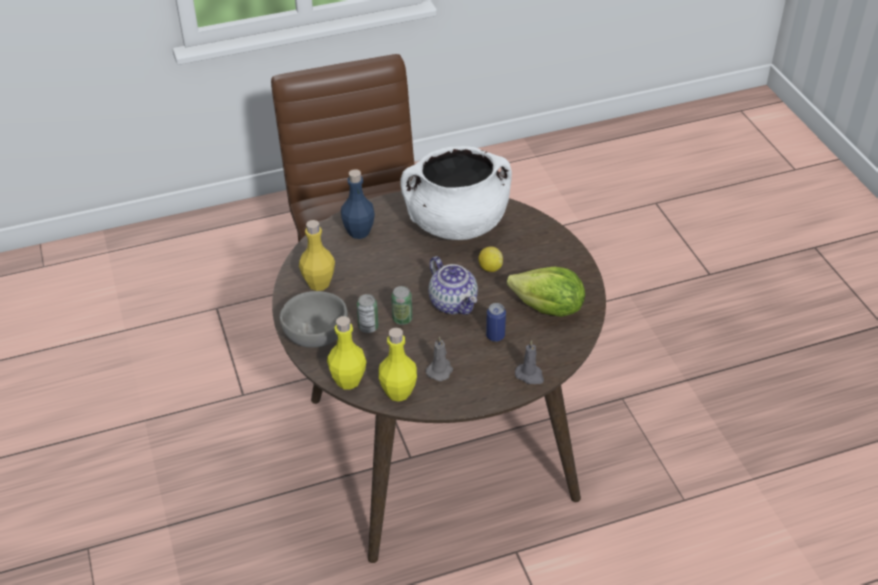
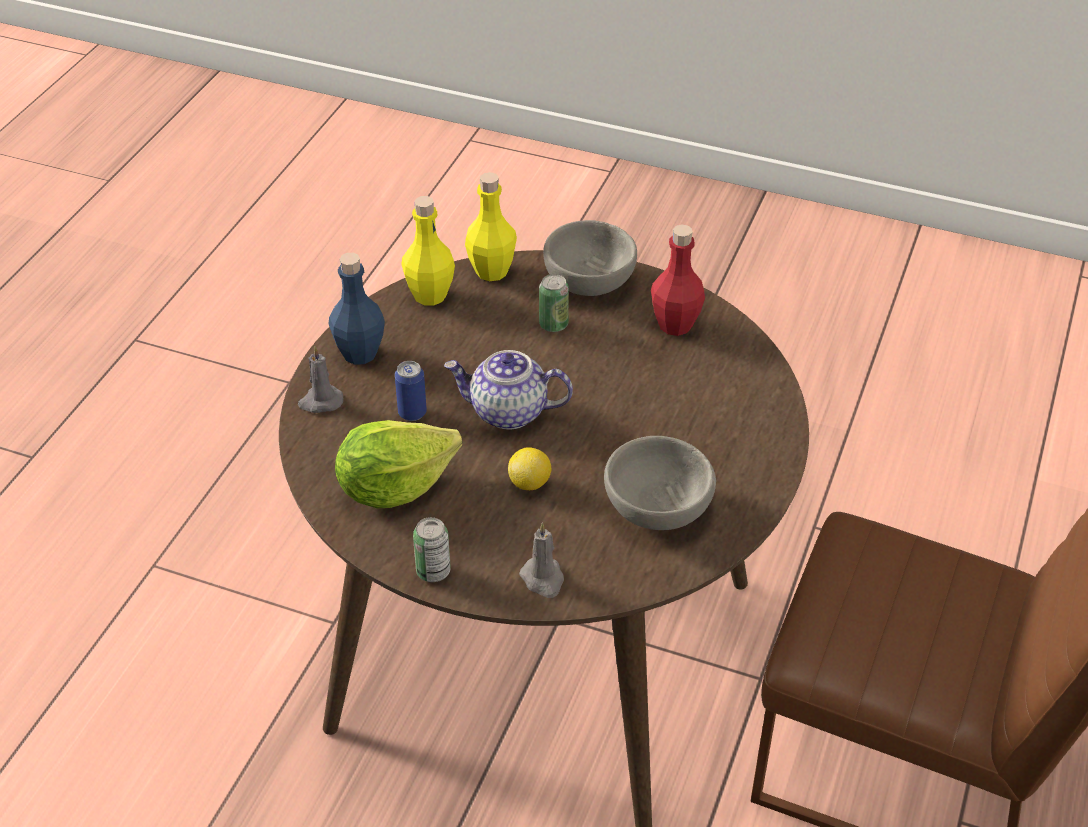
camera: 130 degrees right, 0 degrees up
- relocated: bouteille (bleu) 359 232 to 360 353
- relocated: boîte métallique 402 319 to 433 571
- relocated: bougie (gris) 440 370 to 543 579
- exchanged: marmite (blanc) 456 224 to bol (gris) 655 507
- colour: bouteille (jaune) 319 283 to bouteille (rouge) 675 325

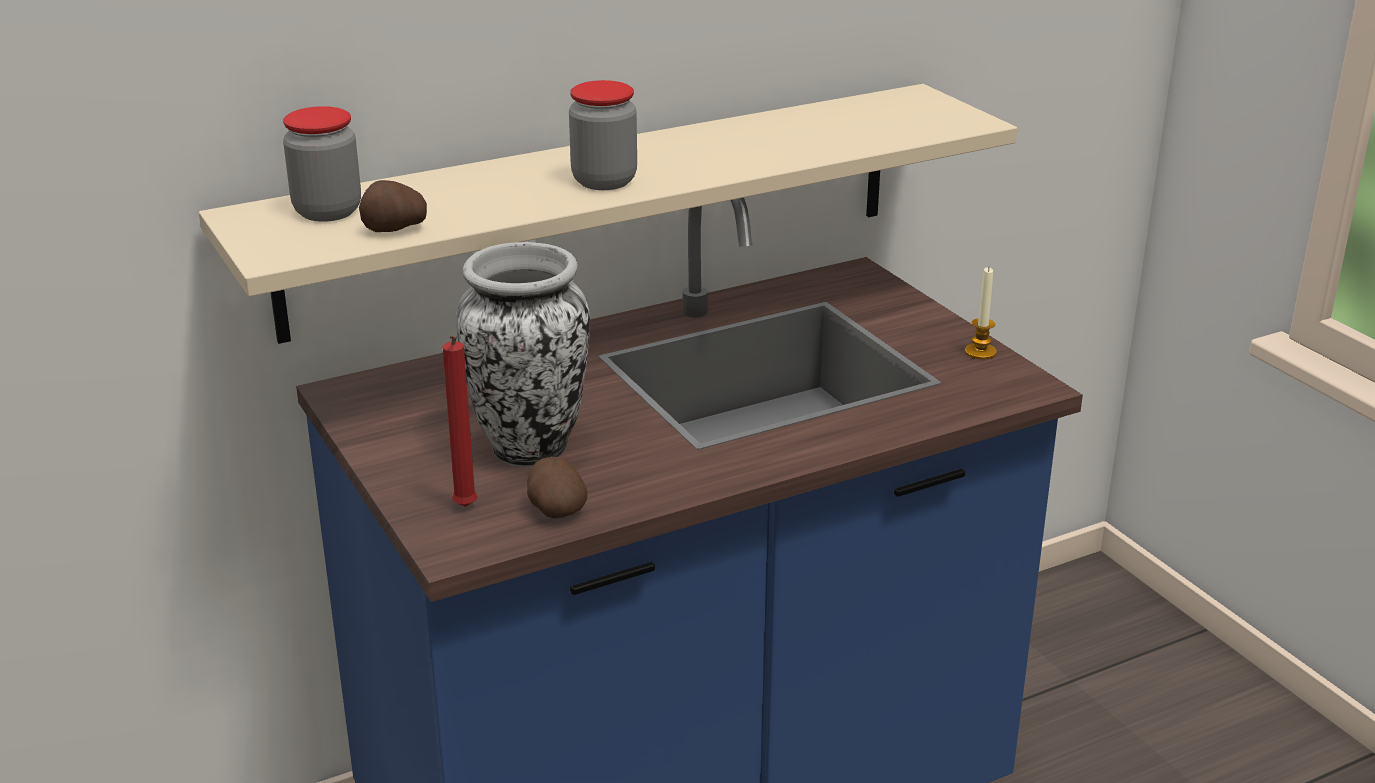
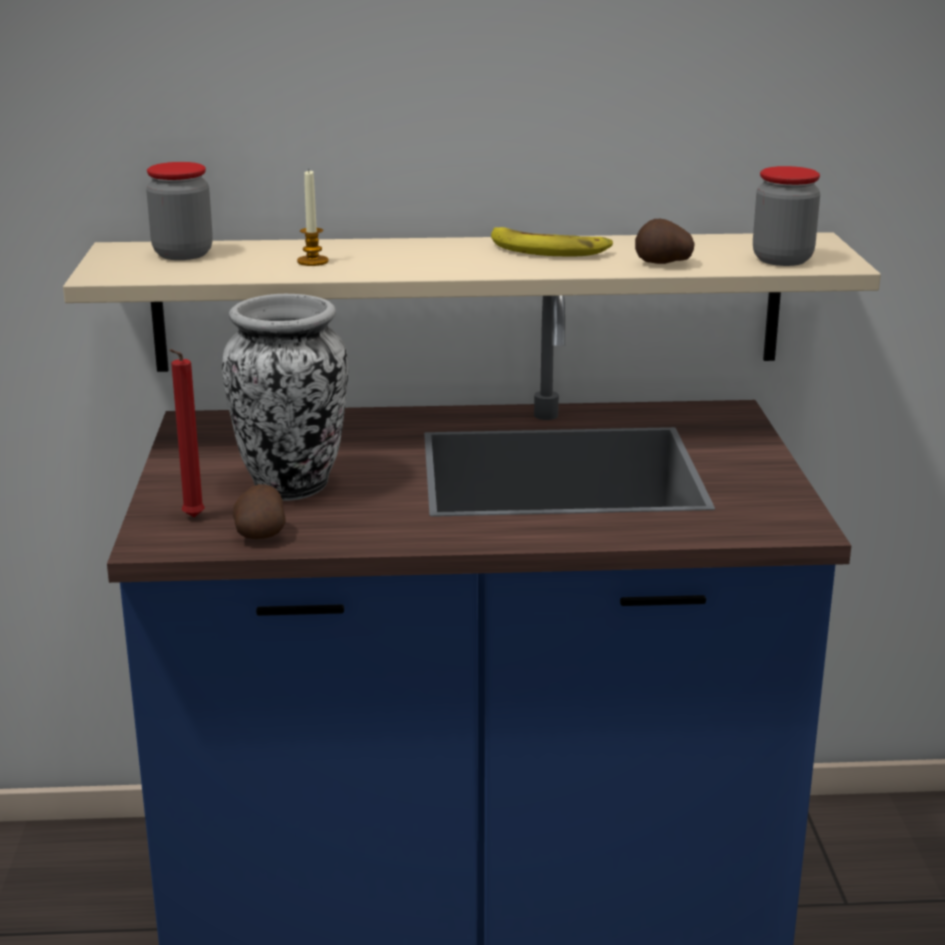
camera: 25 degrees right, 5 degrees down
- relocated: bougie 980 352 to 312 262
- appeared: banane 548 250
- relocated: pomme de terre 394 230 to 663 263
- relocated: bocal 604 181 to 782 260

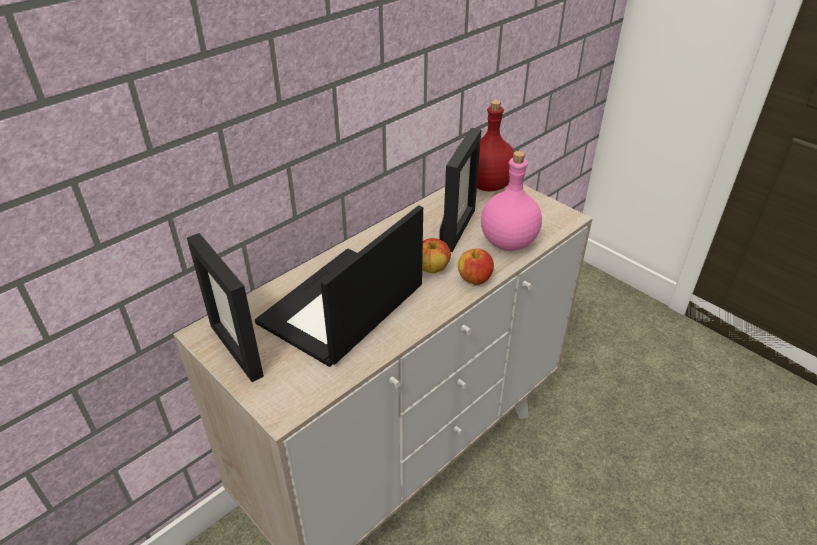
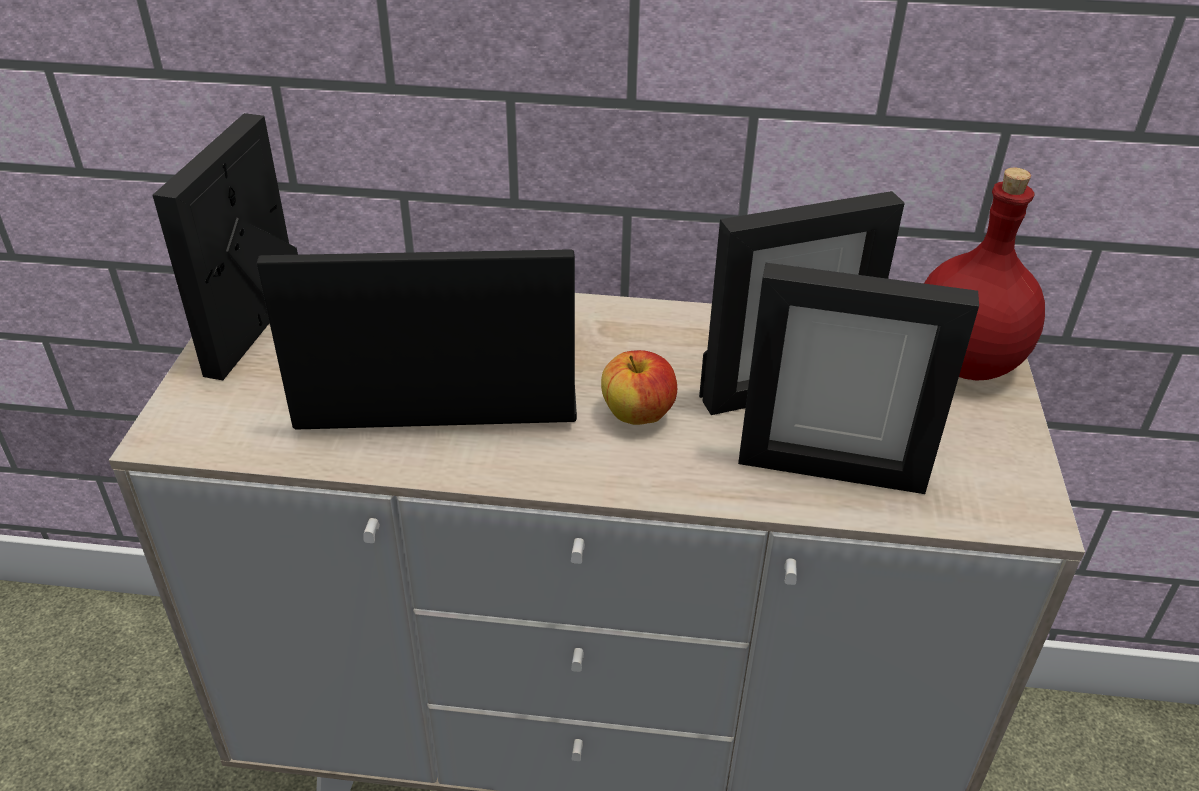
camera: 50 degrees right, 0 degrees up
- exchanged: bouteille (rose) 508 242 to cadre photo 831 468
- missing: pomme 474 279

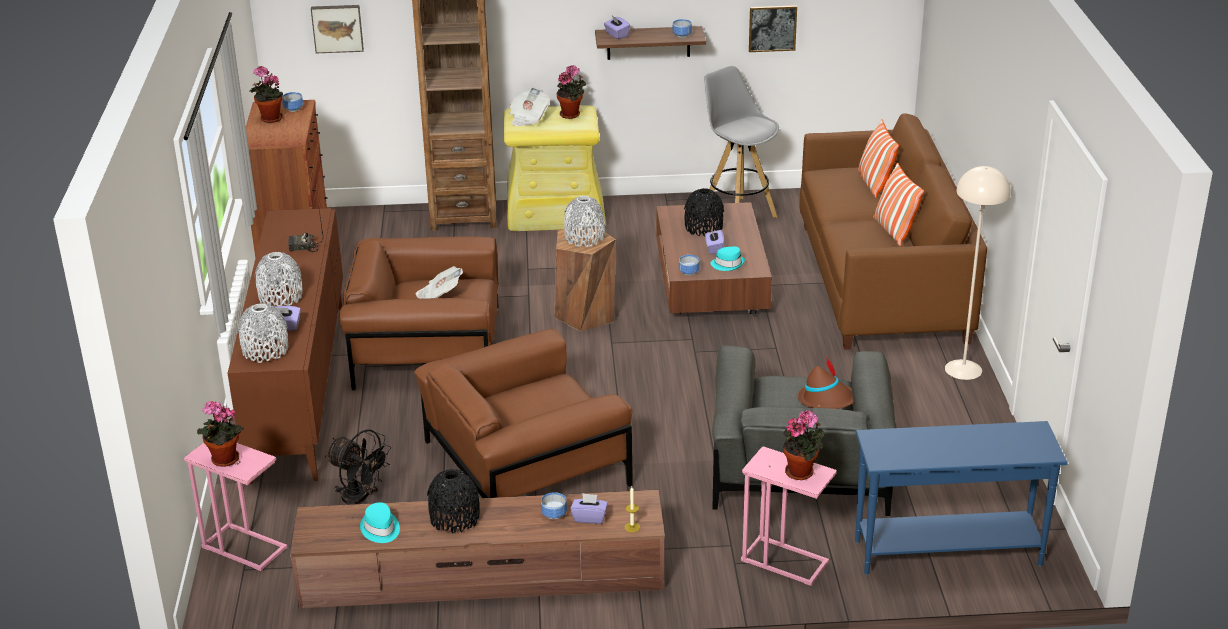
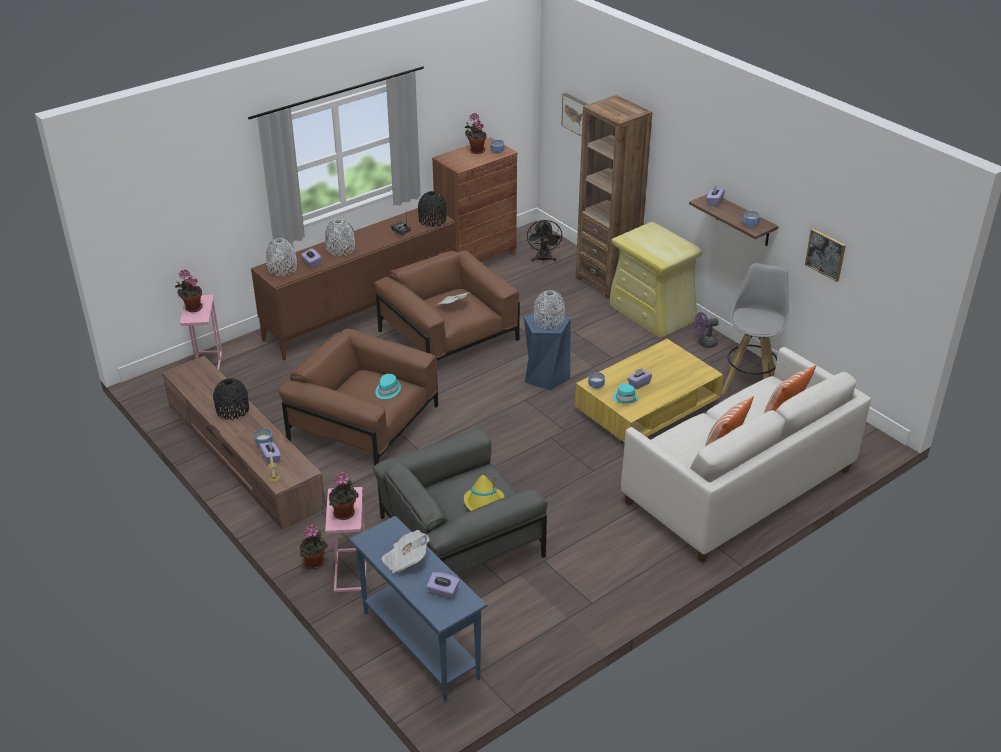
camera: 55 degrees right, 5 degrees up
- relocated: plante en pot 571 114 to 315 563
- relocated: chapeau (turquoise) 380 529 to 387 390
- relocated: journal 528 118 to 405 560
- relocated: vase (noir) 703 228 to 432 220
- appeared: boîte à mouchoirs (violet) 443 592
- colour: chapeau (marron) 826 399 to chapeau (jaune) 484 503
- colour: tabouret (marron) 585 315 to tabouret (bleu) 546 376
- relocated: ventilateur (noir) 360 500 to 543 259
- colour: table basse (marron) 711 280 to table basse (jaune) 647 408
- colour: canapé (marron) 882 282 to canapé (blanc) 739 486
- appeared: ventilateur (violet) 704 343
- missing: lampadaire (beige) 963 369

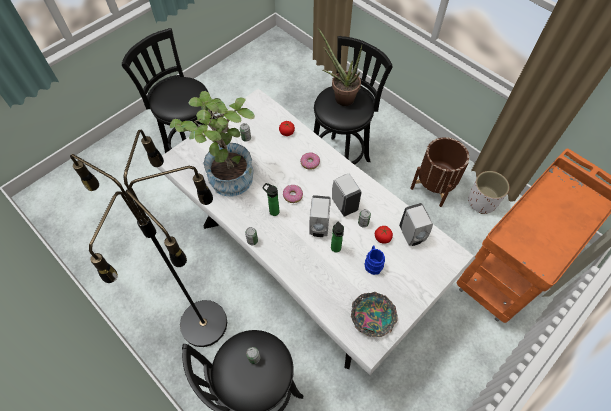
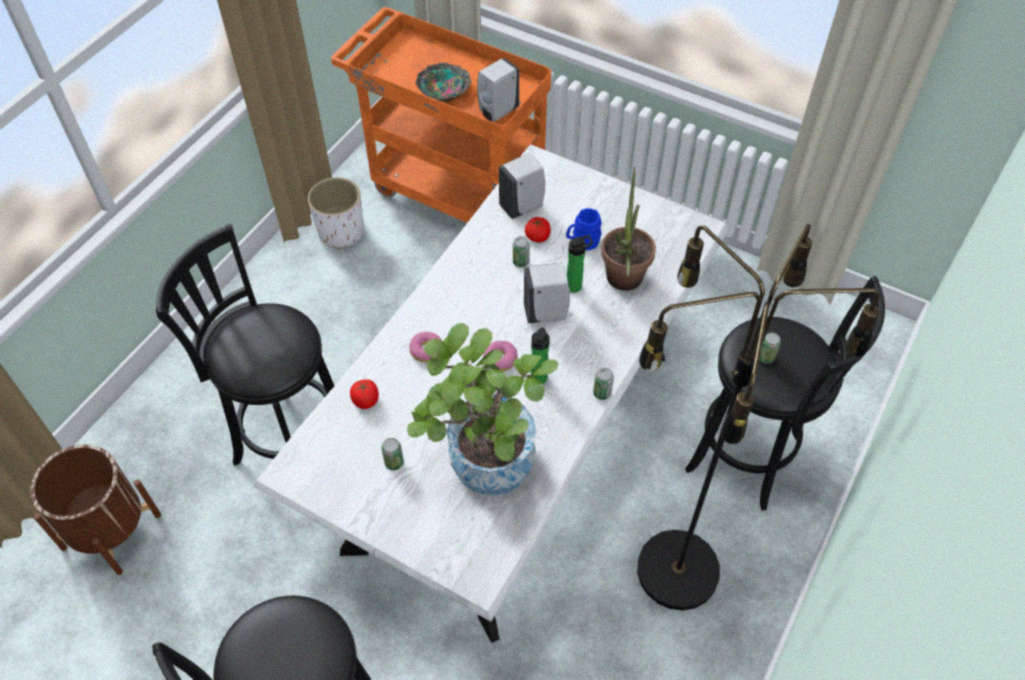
camera: 105 degrees left, 5 degrees down
- relocated: cache-pot (marron) 434 186 to 111 531
- relocated: bol 373 317 to 444 88
- relocated: distributeur de savon (blanc) 344 204 to 497 112
- relocated: plante en pot 340 97 to 622 283

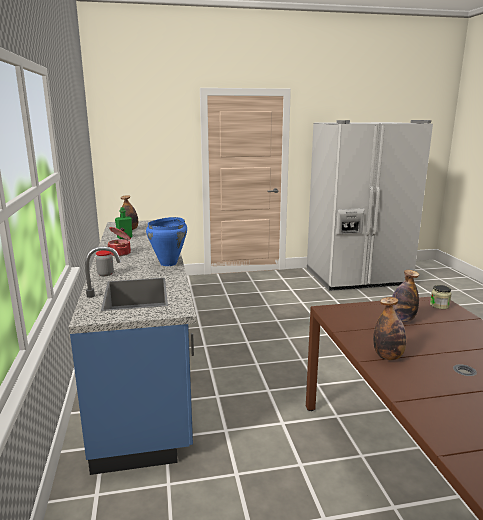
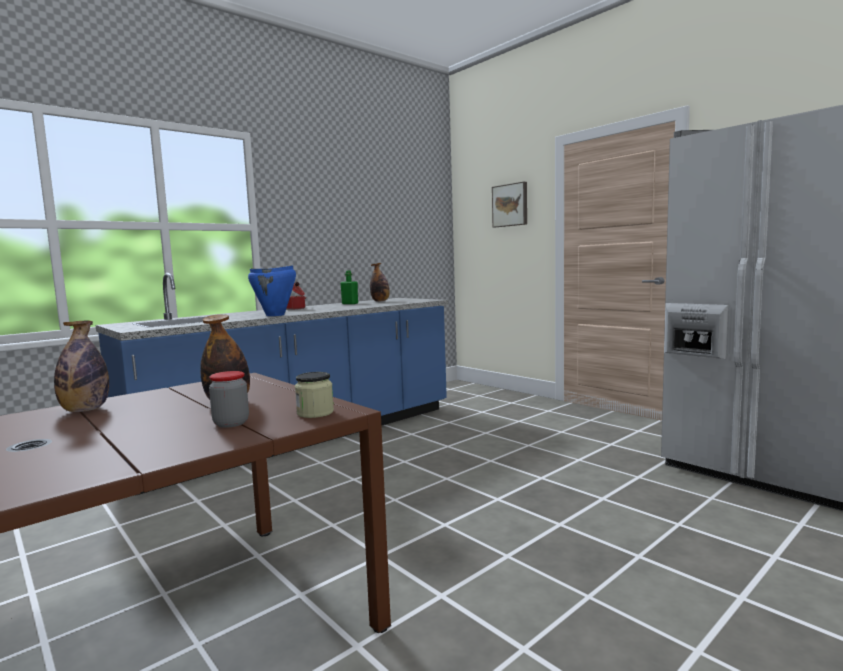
camera: 60 degrees right, 10 degrees down
- relocated: bocal 105 274 to 231 423
- appeared: tableau 510 205

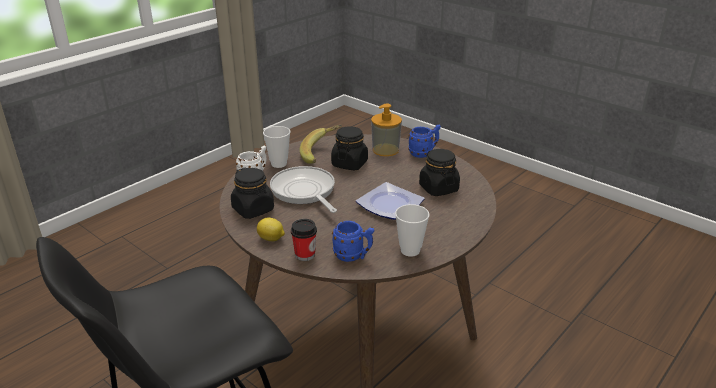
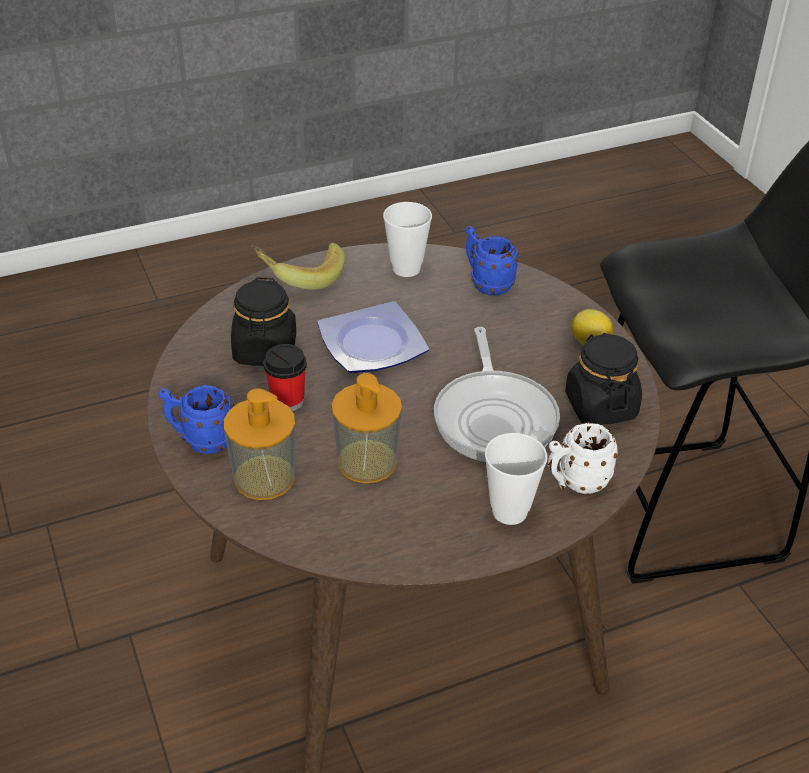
camera: 155 degrees left, 10 degrees up
- relocated: banane 322 154 to 299 276
- relocated: tasse 305 255 to 287 401
- exchanged: bocal (noir) 349 164 to distributeur de savon 367 461

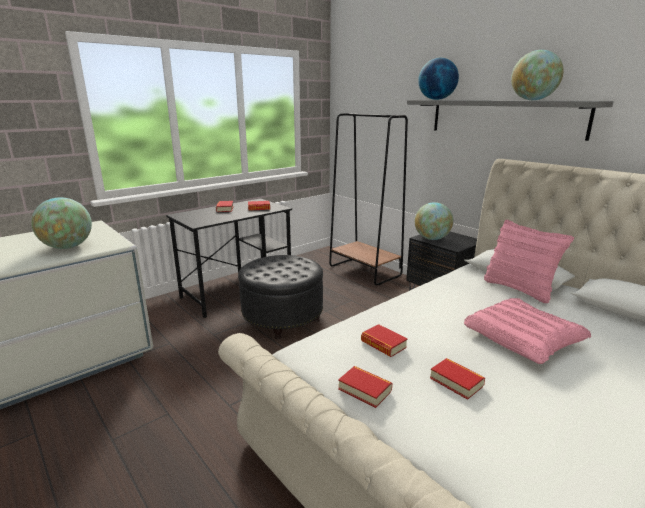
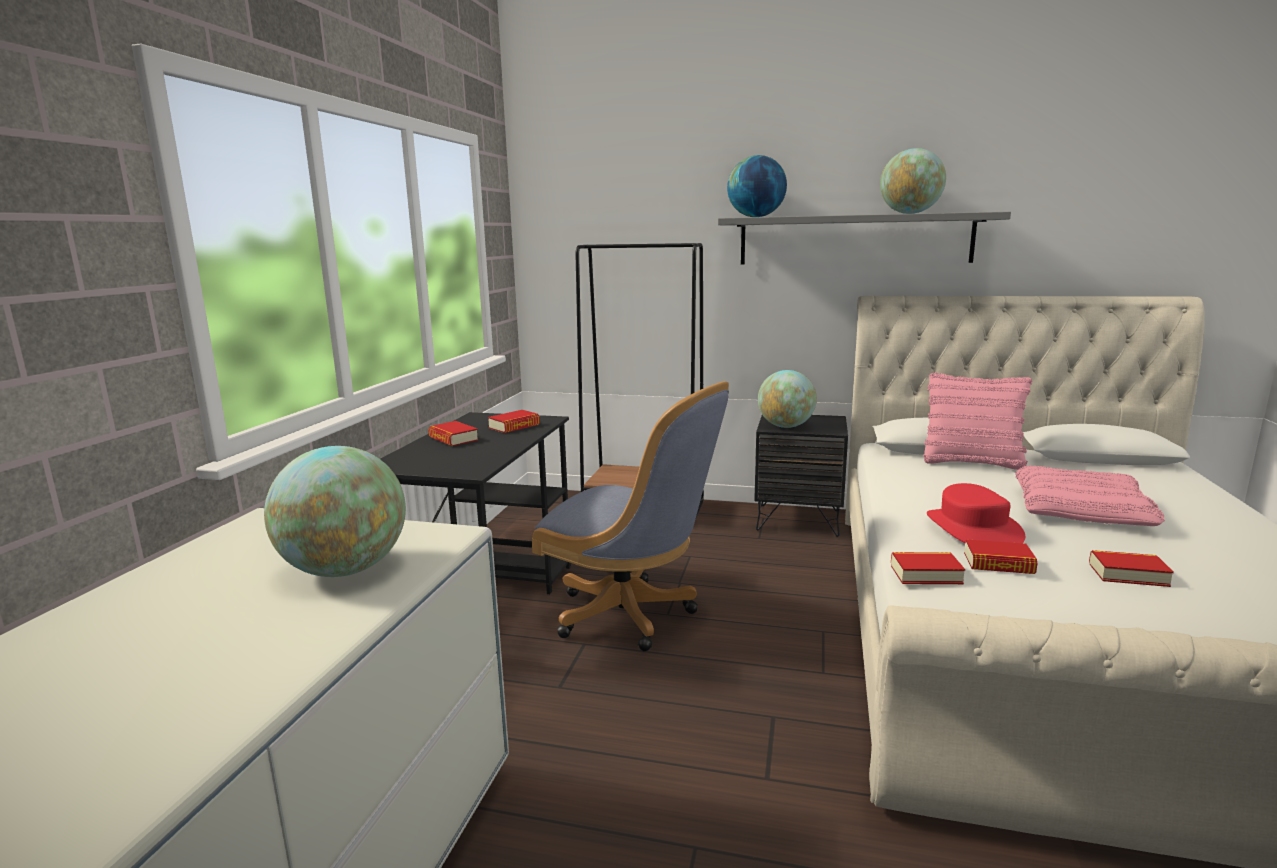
camera: 35 degrees left, 5 degrees down
- exchanged: pouf (noir) 282 319 to chaise de bureau (bleu) 635 618
- relocated: livre 364 390 to 925 574
- appeared: chapeau (rouge) 972 529

